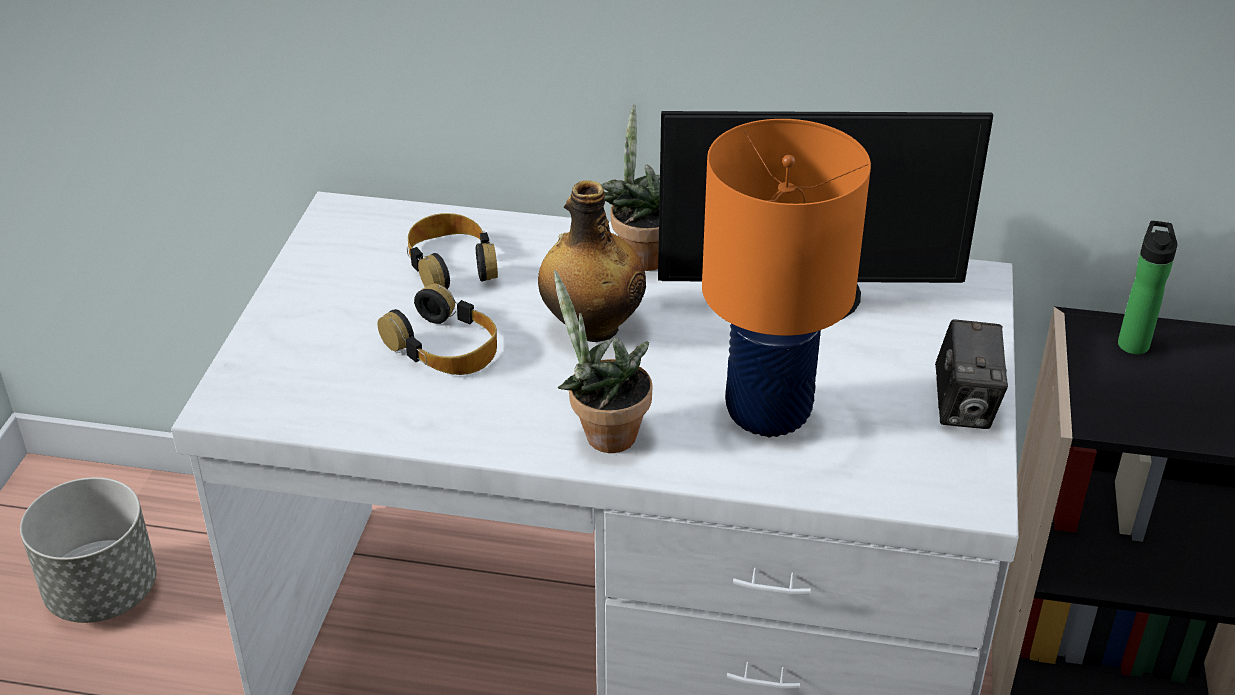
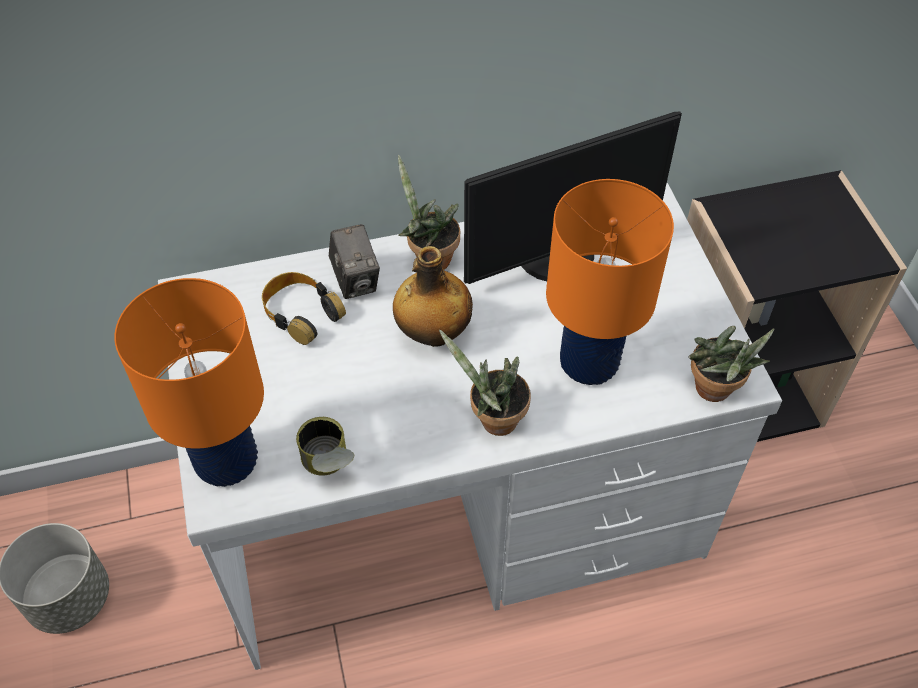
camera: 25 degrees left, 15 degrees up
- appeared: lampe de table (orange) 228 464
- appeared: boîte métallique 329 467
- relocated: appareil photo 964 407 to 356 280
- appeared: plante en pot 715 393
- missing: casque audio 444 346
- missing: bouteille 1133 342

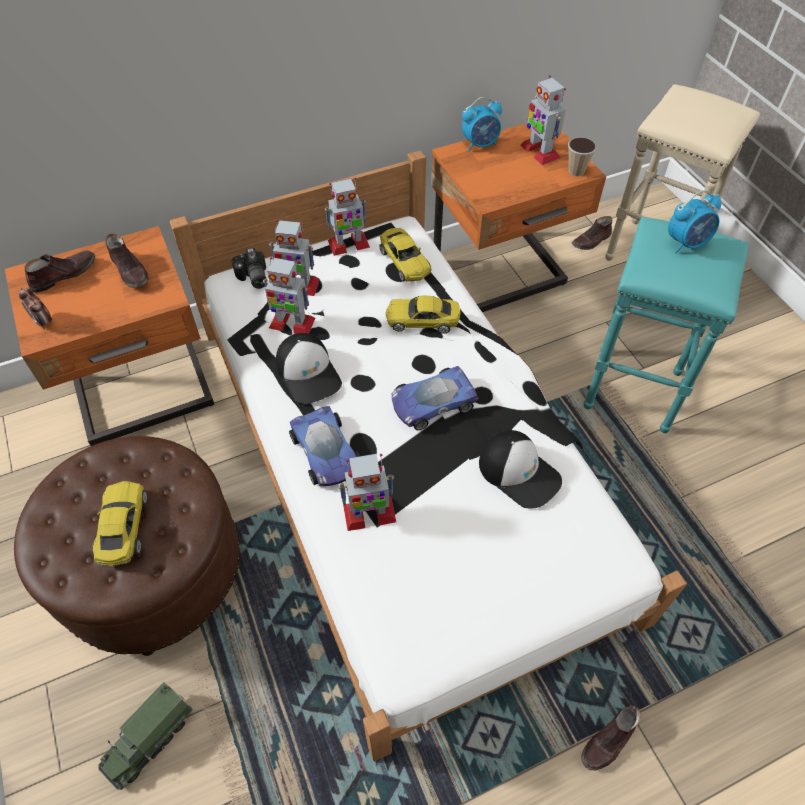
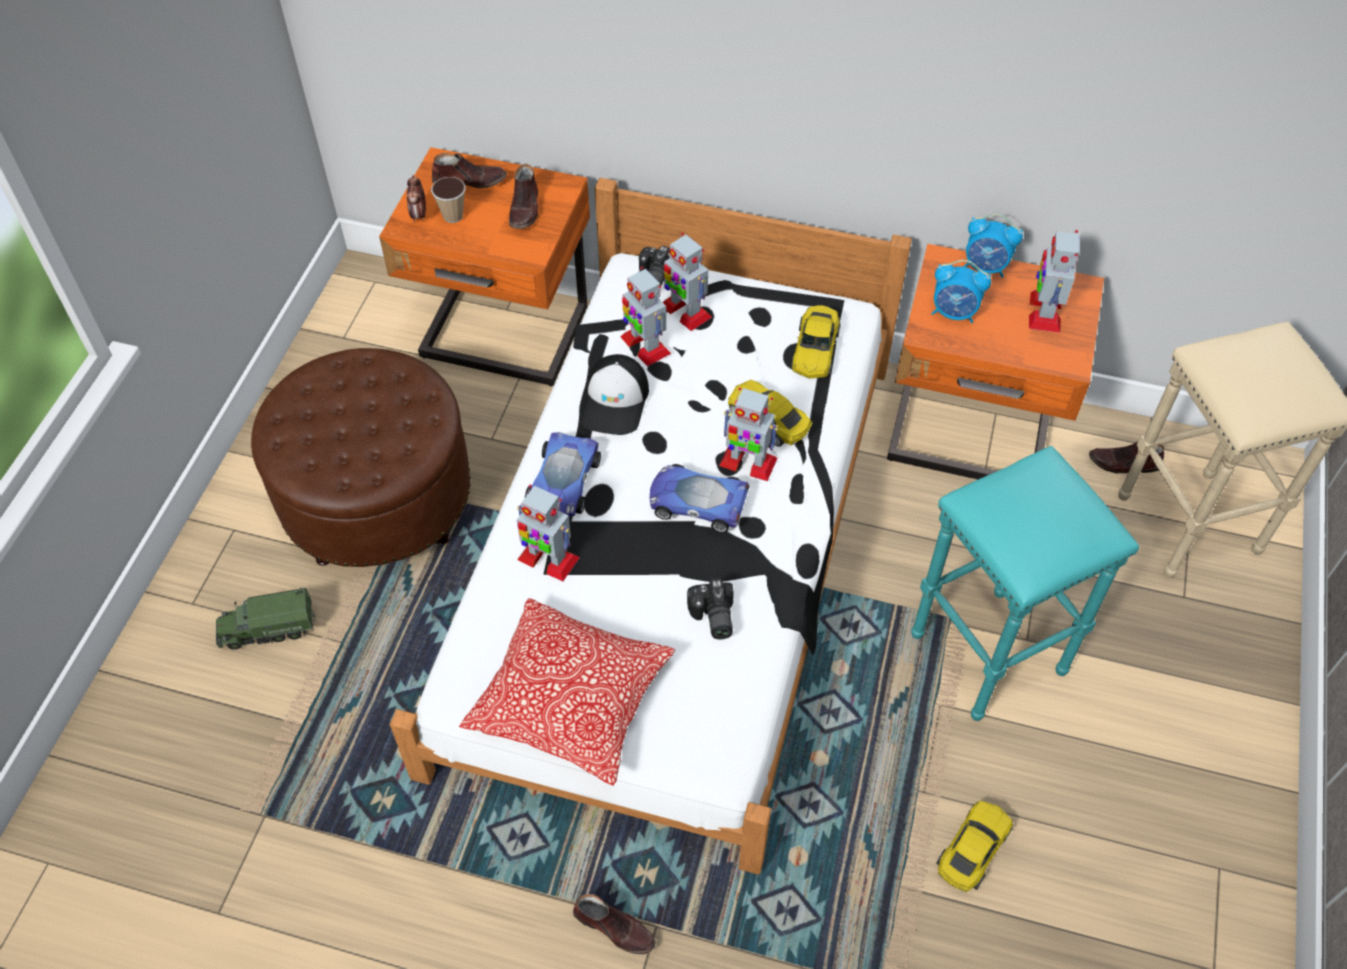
camera: 40 degrees right, 0 degrees up
- relocated: tasse 576 171 to 453 216
- appeared: coussin 571 701
- spun: chaussure (marron) 610 740 = 615 927 150 degrees counterclockwise
- exchanged: casquette 519 472 to appareil photo 712 618
- relocated: robot jouet 348 244 to 747 462
- relocated: réveil 686 243 to 954 313
- relocated: petite voiture (jaune) 123 527 to 972 850

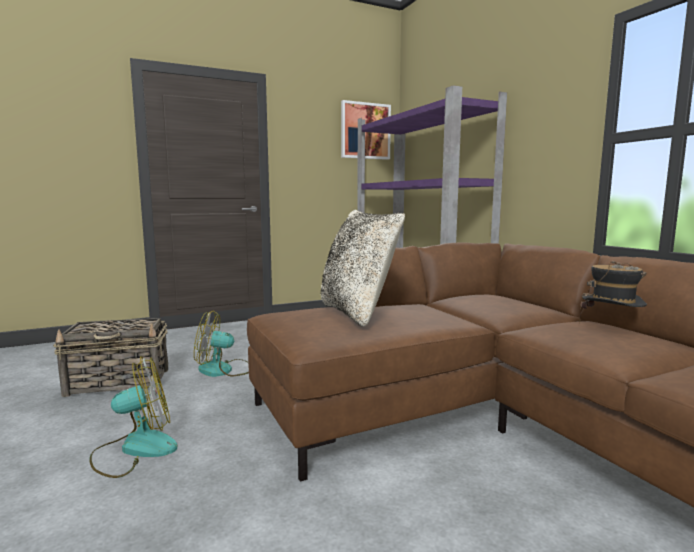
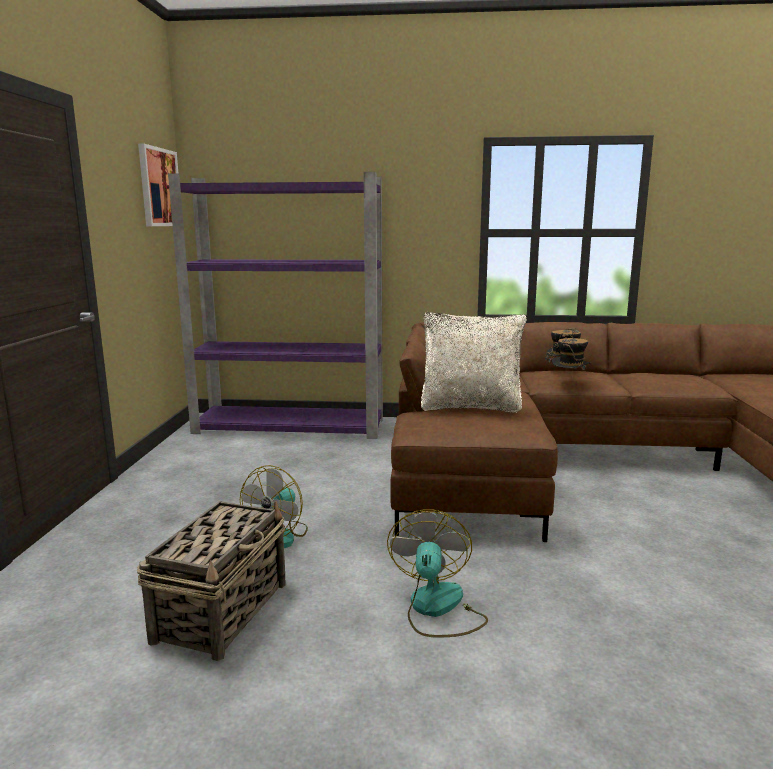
camera: 60 degrees left, 5 degrees up
- appeared: chapeau 570 383

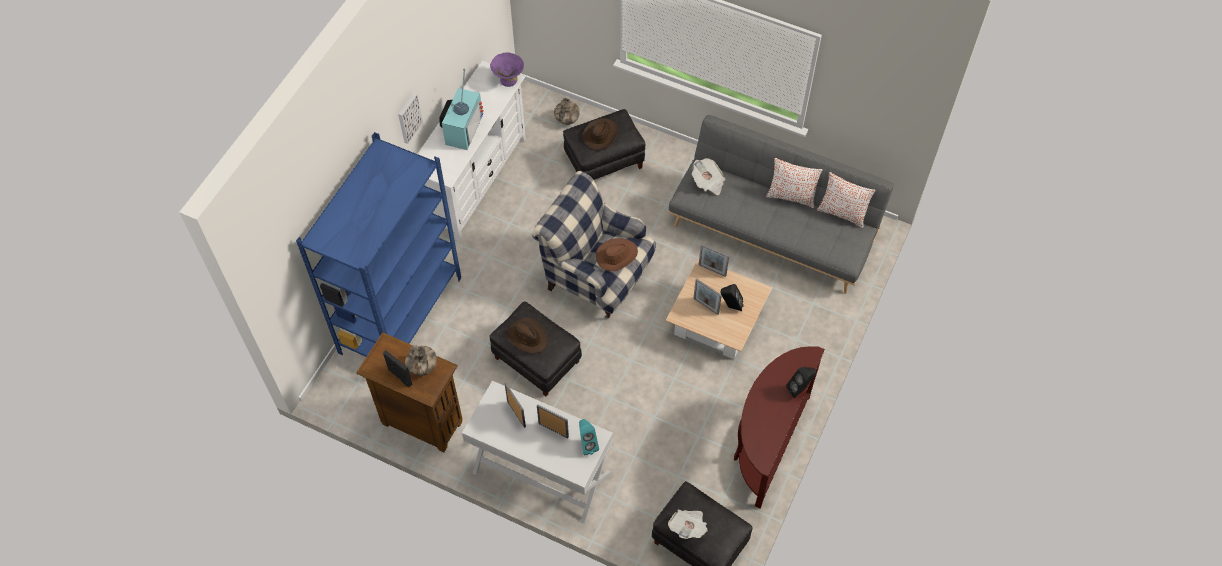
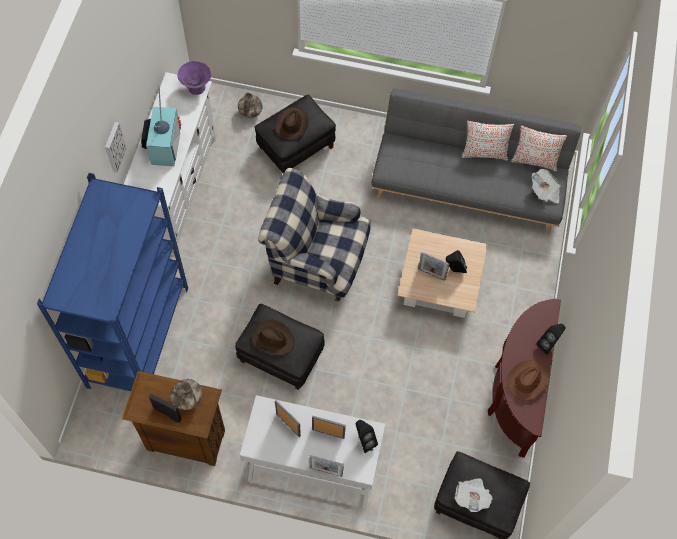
camera: 15 degrees left, 5 degrees up
- relocated: cadre photo 712 270 to 326 471
- colour: enceinte (turquoise) 587 444 to enceinte (noir) 364 440
- relocated: chapeau (marron) 616 255 to 527 380
- relocated: journal 708 182 to 544 191

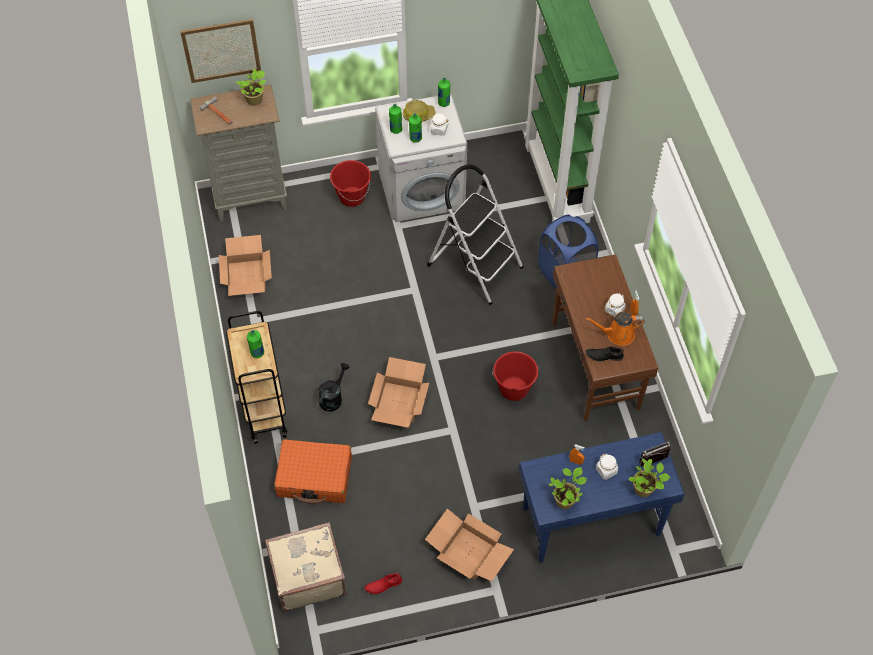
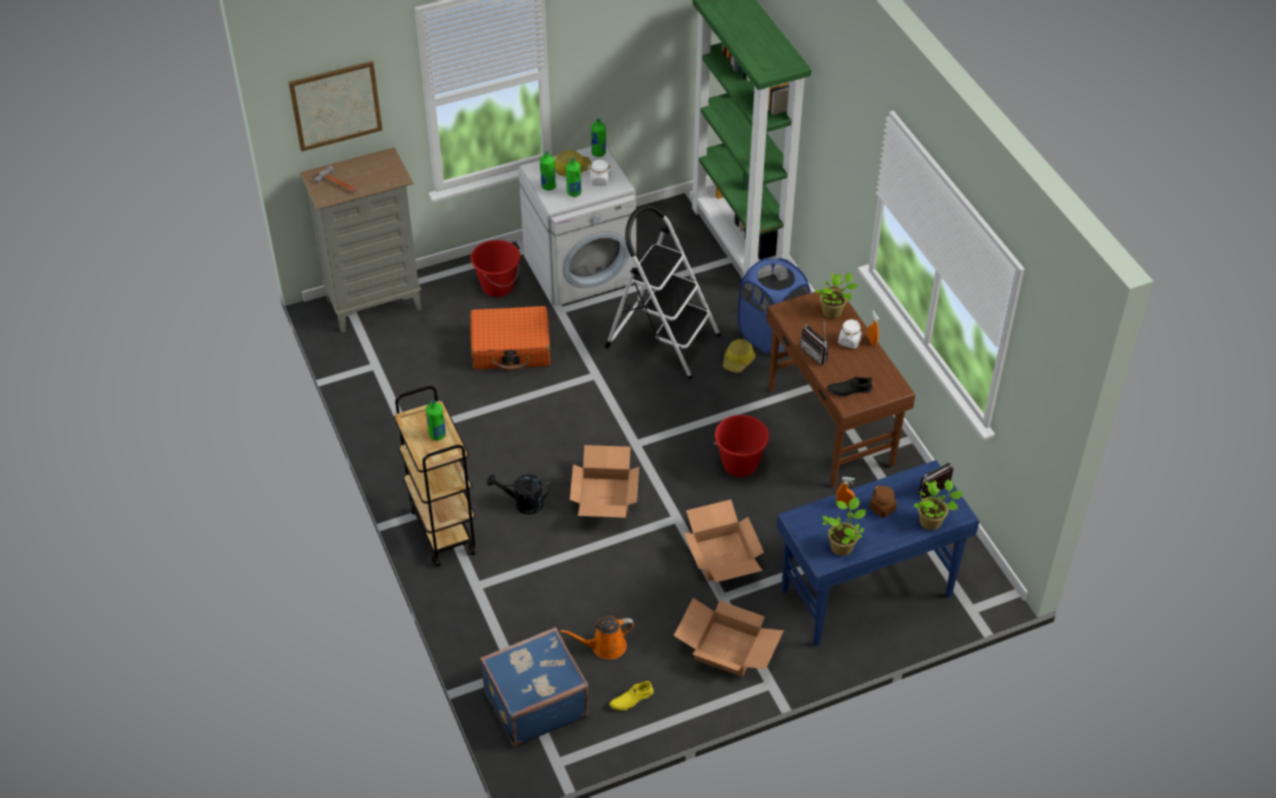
camera: 10 degrees left, 10 degrees down
- relocated: valise (orange) 315 477 to 511 347
- colour: valise (beige) 307 575 to valise (bleu) 534 703
- spun: arrosoir (noir) 333 397 = 523 503 105 degrees counterclockwise
- relocated: arrosoir (orange) 617 334 to 605 646
- colour: chaussure (rouge) 383 585 to chaussure (jaune) 631 699
- relocated: carton 246 275 to 721 556
- appeared: casque de chantier 738 360
- appeared: radio 817 353
- relocated: plante en pot 255 100 to 833 312
- colour: bocal (blanc) 606 470 to bocal (marron) 882 508

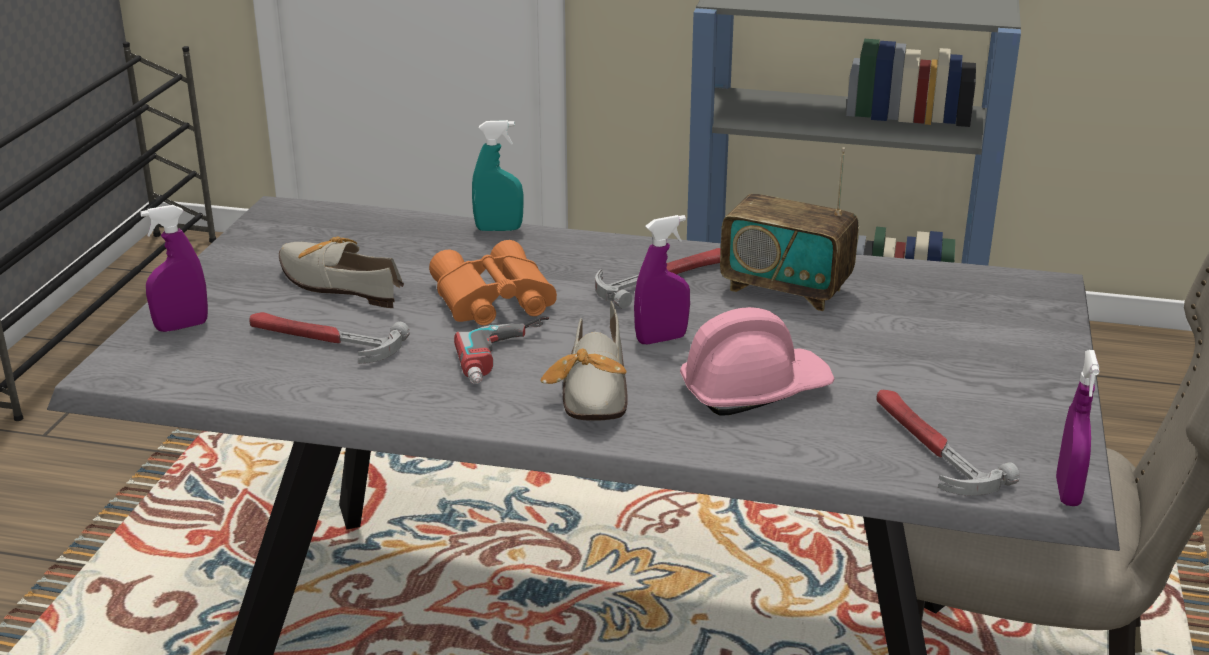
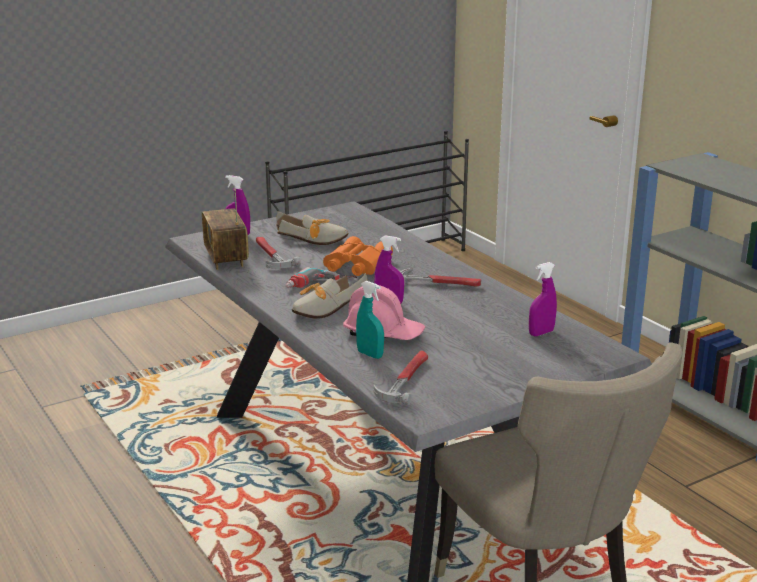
camera: 45 degrees right, 5 degrees down
- relocated: radio 786 289 to 226 259
- spun: chaussure 336 283 = 315 239 120 degrees clockwise
- relocated: vaporisateur (turquoise) 499 229 to 370 354
- relocated: vaporisateur (violet) 1067 492 to 541 333

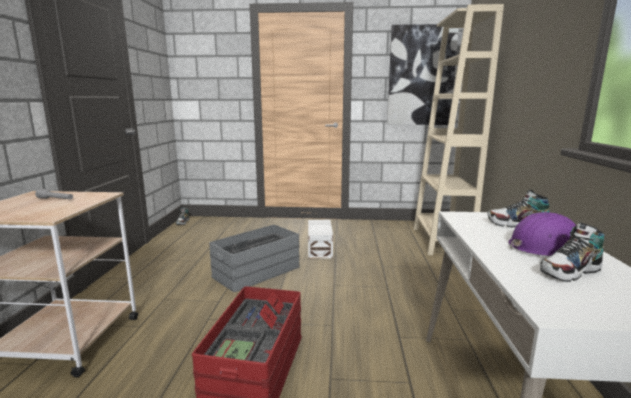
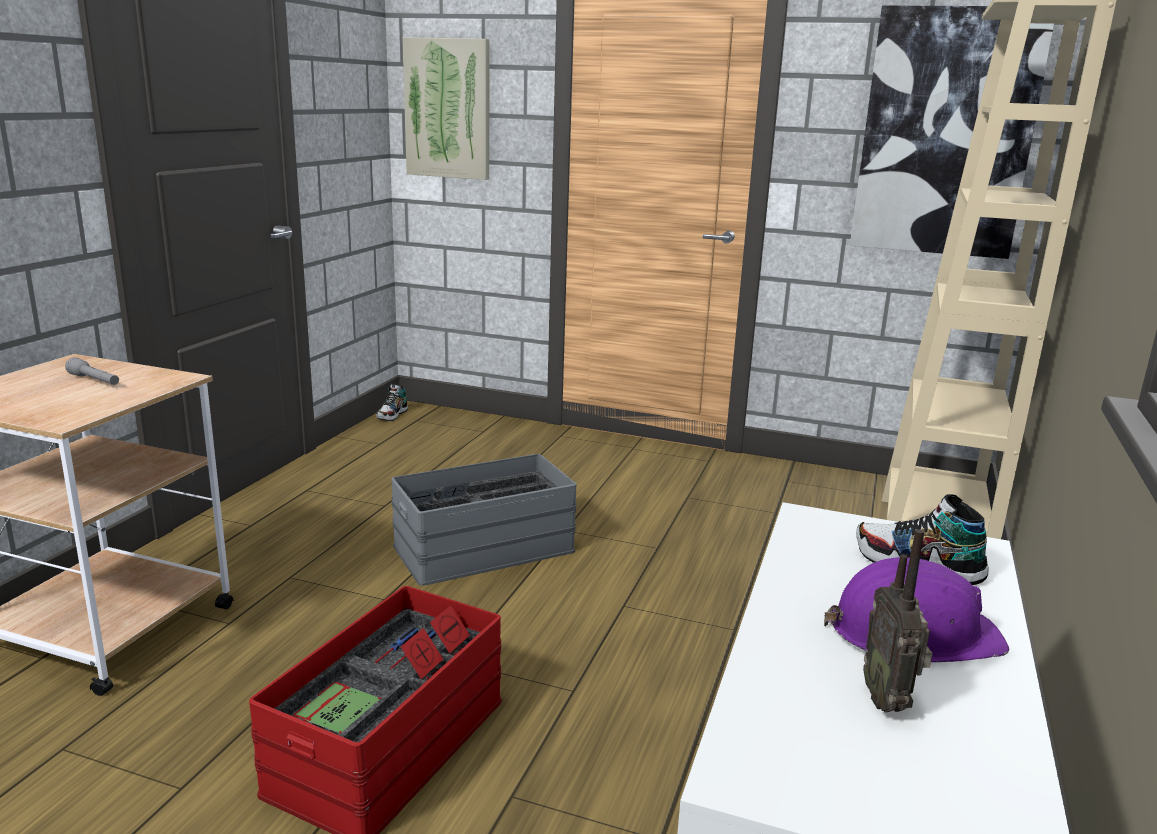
camera: 15 degrees right, 5 degrees up
- appeared: tableau 448 109
- exchanged: chaussure 570 272 to radio 888 700
- missing: boîte de rangement (blanc) 320 248

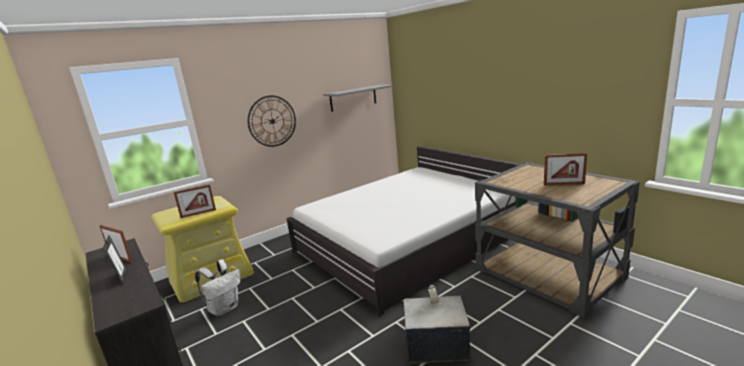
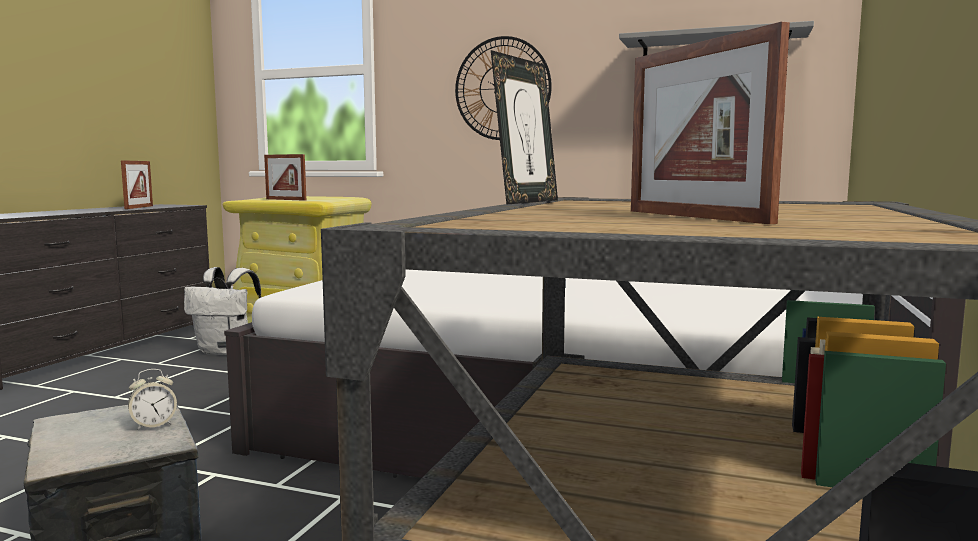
camera: 55 degrees right, 10 degrees down
- relocated: cadre photo 122 277 to 526 202

